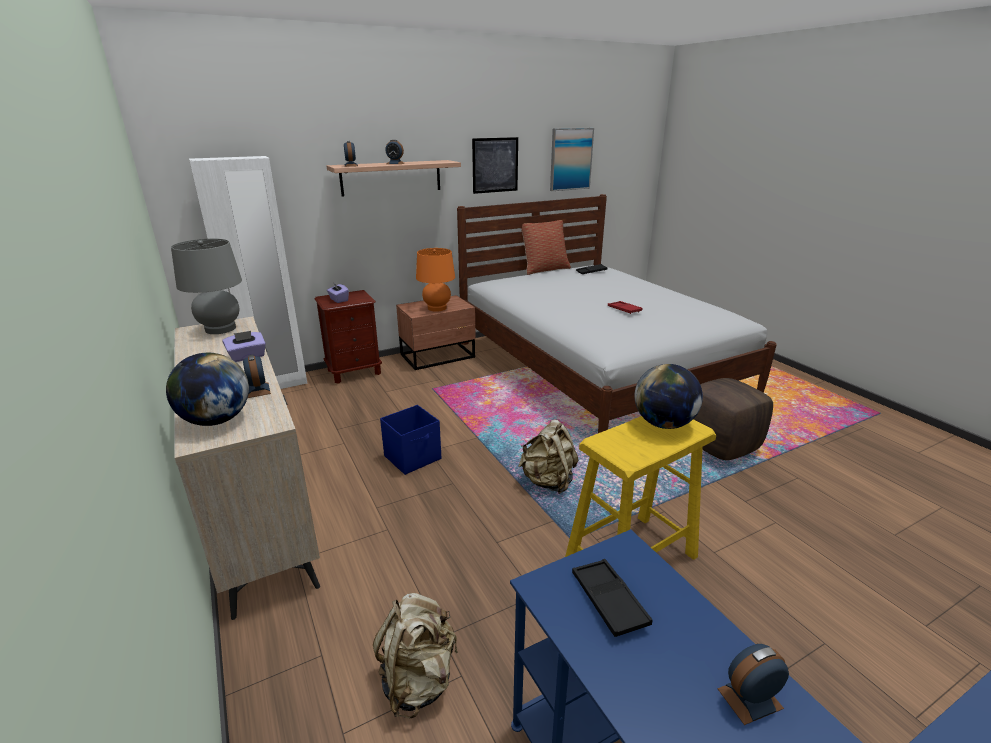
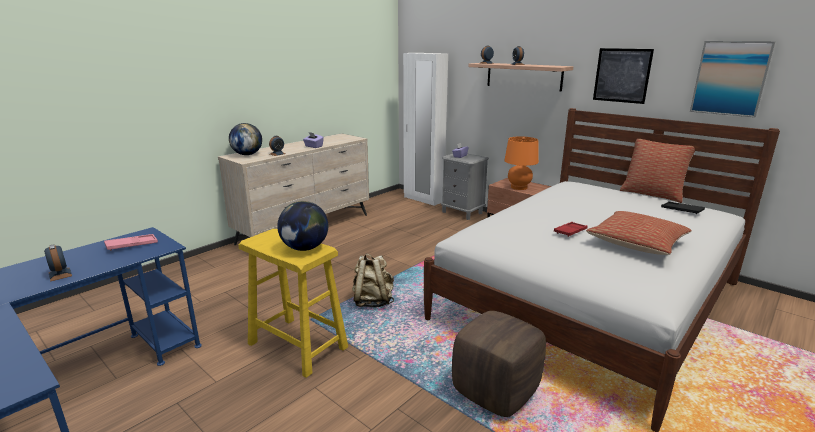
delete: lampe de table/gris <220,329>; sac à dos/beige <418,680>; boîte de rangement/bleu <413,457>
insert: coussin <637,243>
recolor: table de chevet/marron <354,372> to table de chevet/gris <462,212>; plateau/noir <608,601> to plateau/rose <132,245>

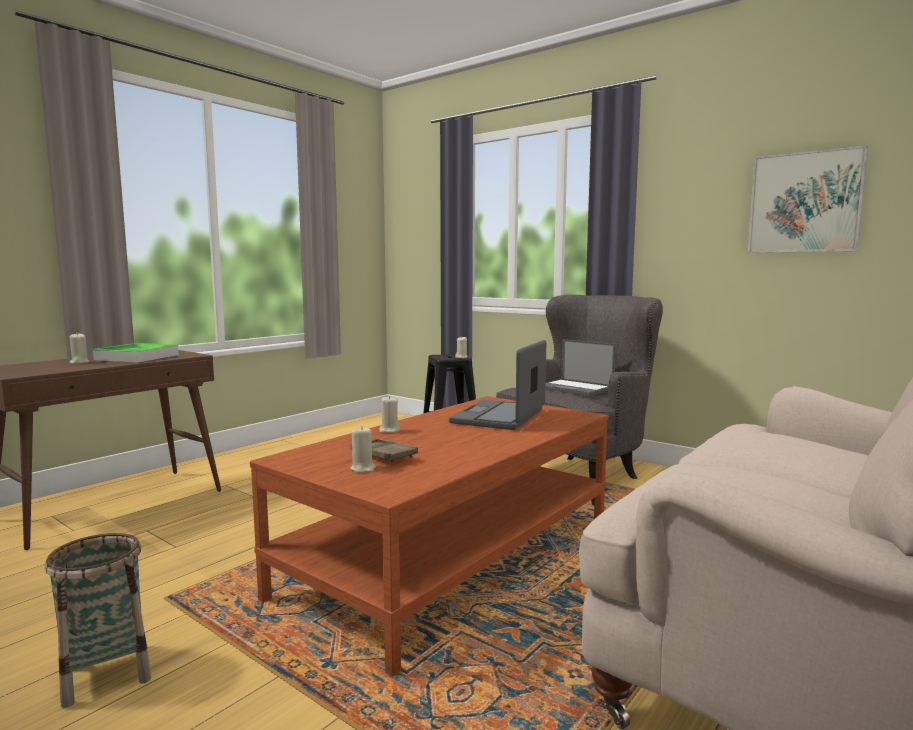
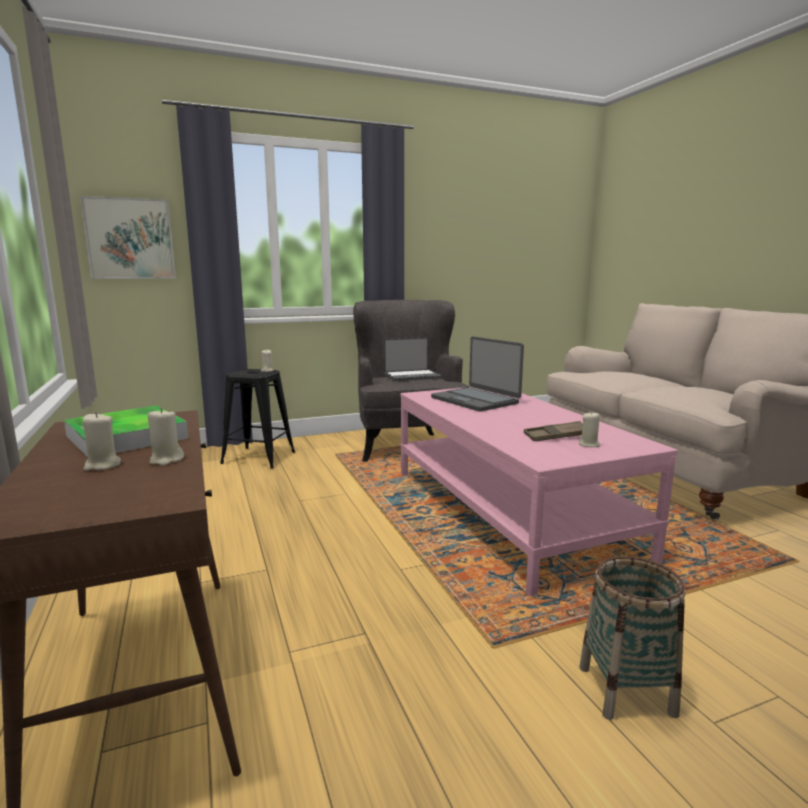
move: bougie/beige <389,430> to <166,460>; tableau <804,202> to <130,239>
recolor: table basse/marron <452,558> to table basse/rose <508,512>

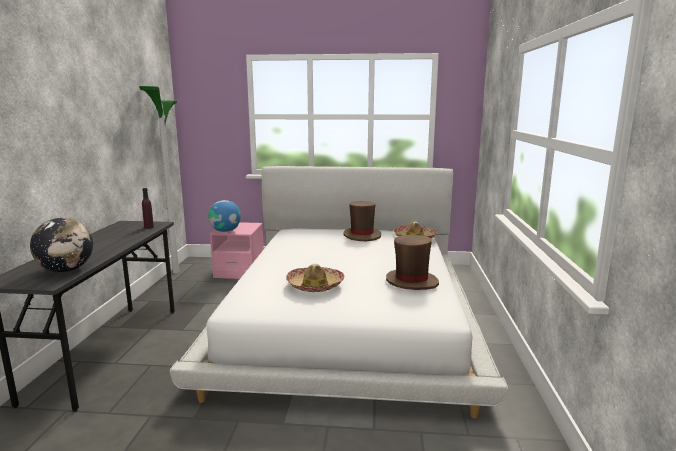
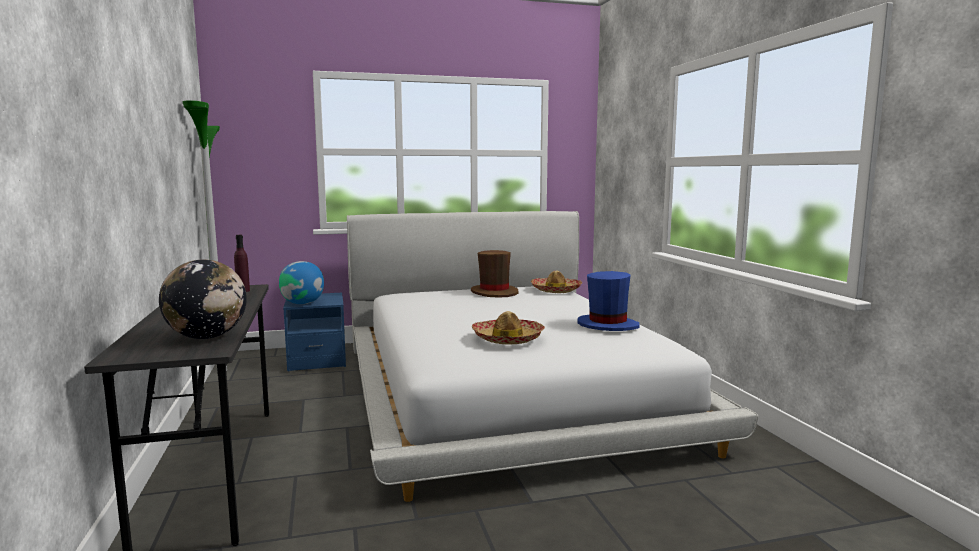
recolor: table de chevet/rose <239,271> to table de chevet/bleu <317,360>; chapeau/marron <411,281> to chapeau/bleu <607,325>

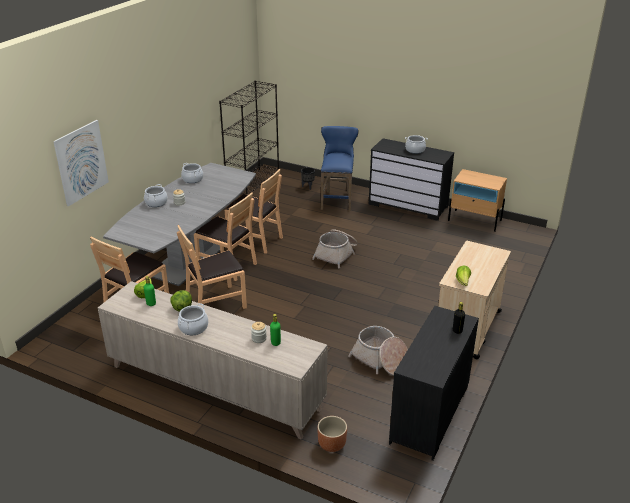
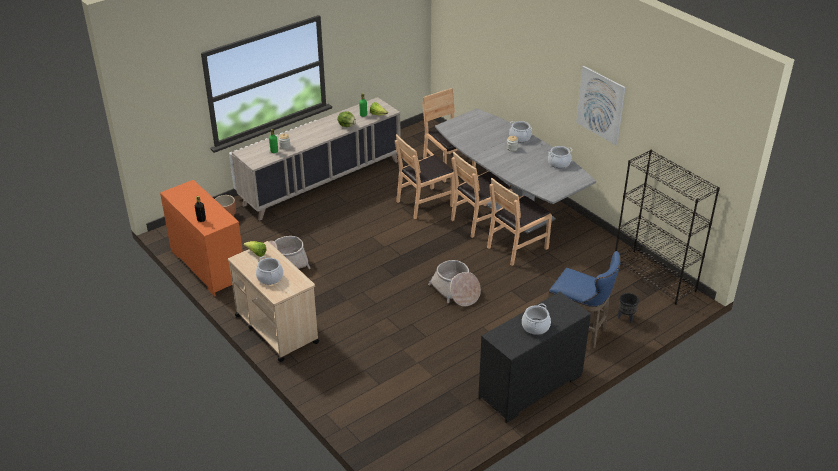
delete: table de chevet/beige <475,220>
move: tableau <81,162> to <600,105>; marmite <193,327> to <270,277>
recolor: commode/noir <430,415> to commode/orange <207,266>
rotate: chaise/marron <215,303> = <424,203> 120 degrees counterclockwise

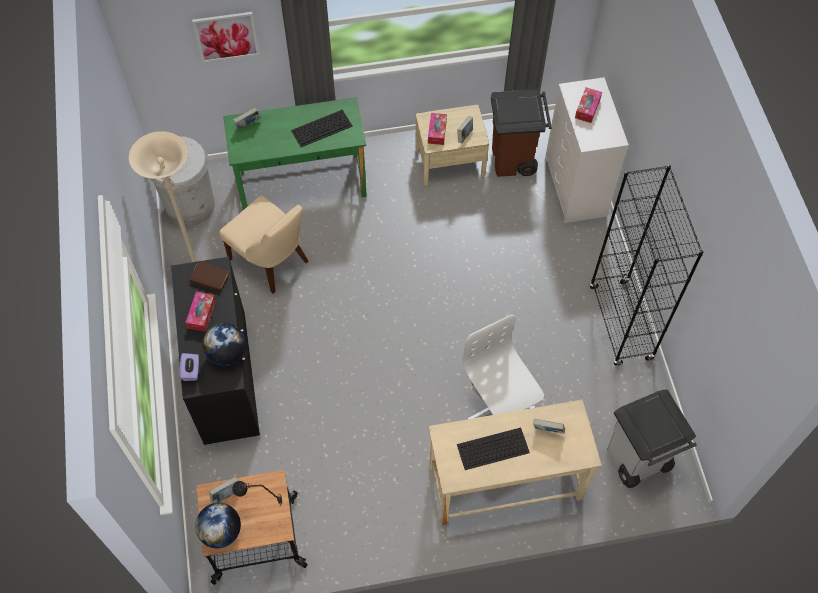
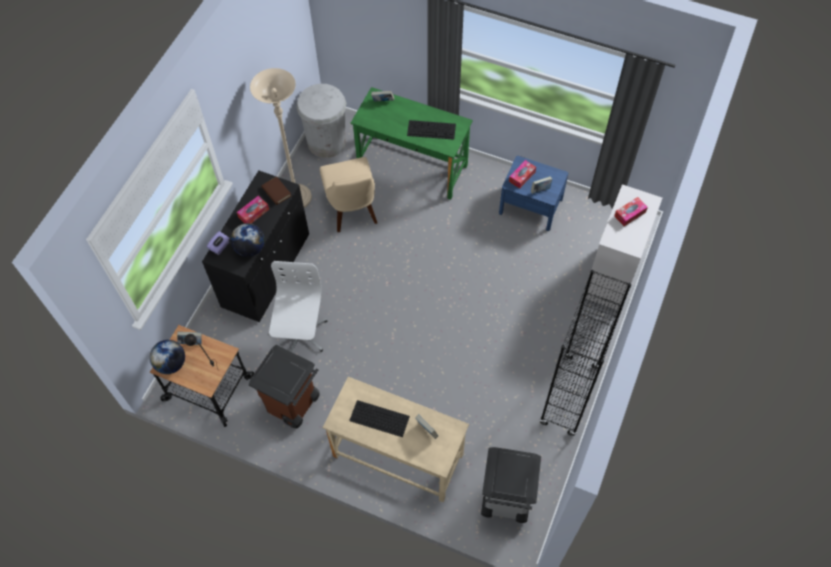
delete: tableau <226,36>
move: chaise de bureau/blanc <498,406> to <300,334>; poubelle/marron <513,160> to <293,405>
recolor: table de chevet/beige <450,161> to table de chevet/bleu <530,206>

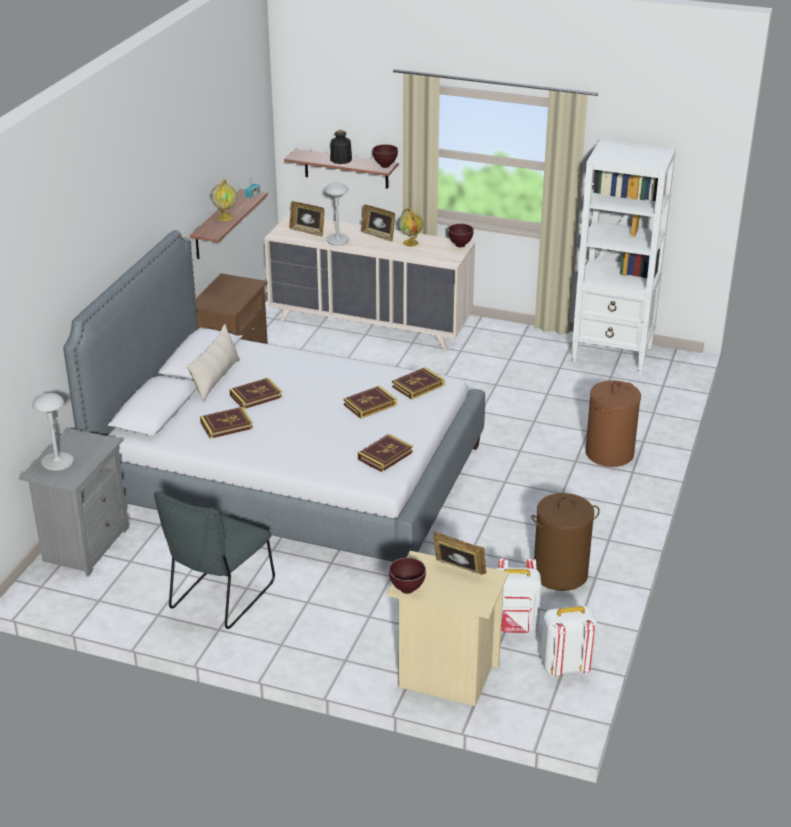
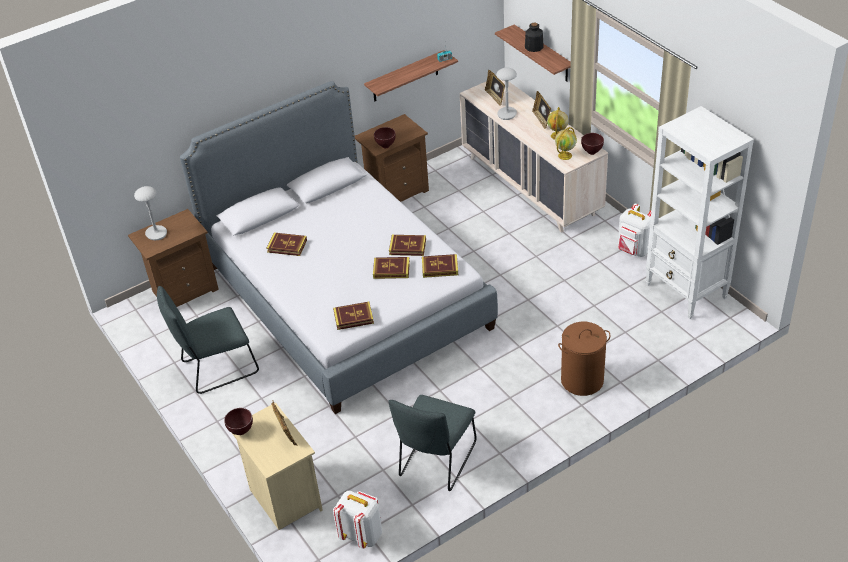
delete: coussin/beige <215,379>
move: globe <225,217> to <565,155>; livre <256,396> to <407,247>; bol/marron <385,166> to <386,146>; sac à dos/blanc <514,627> to <634,250>
replace: panier à linge/marron <559,574> to chaise/gris <436,462>
recolor: table de chevet/gris <84,545> to table de chevet/marron <183,291>

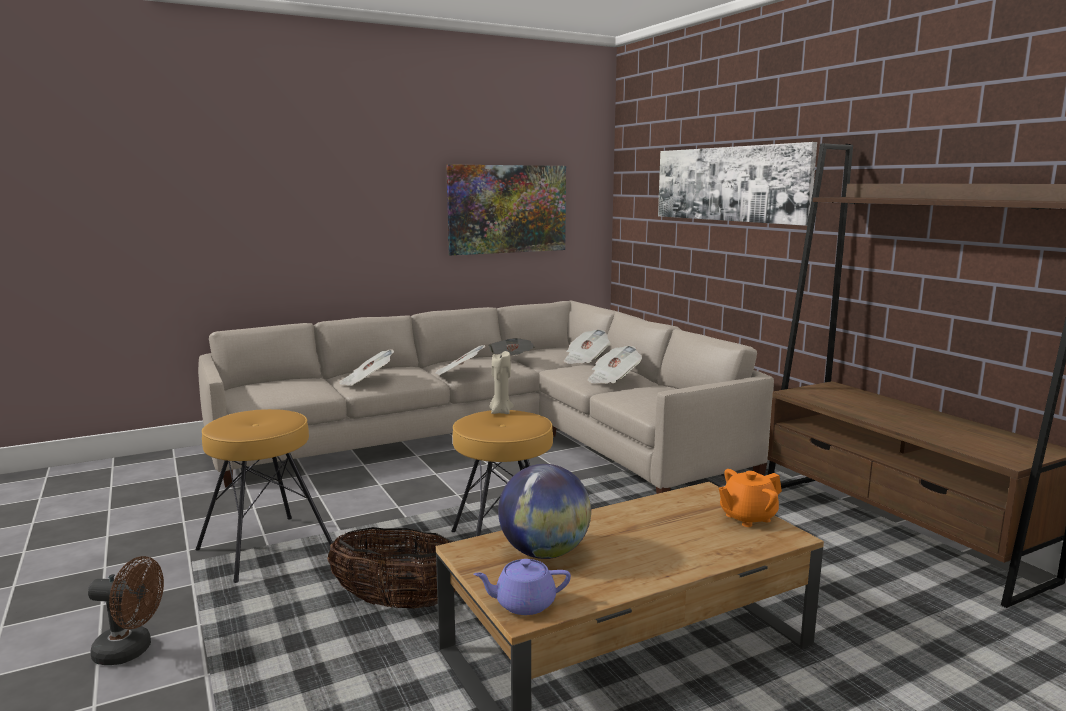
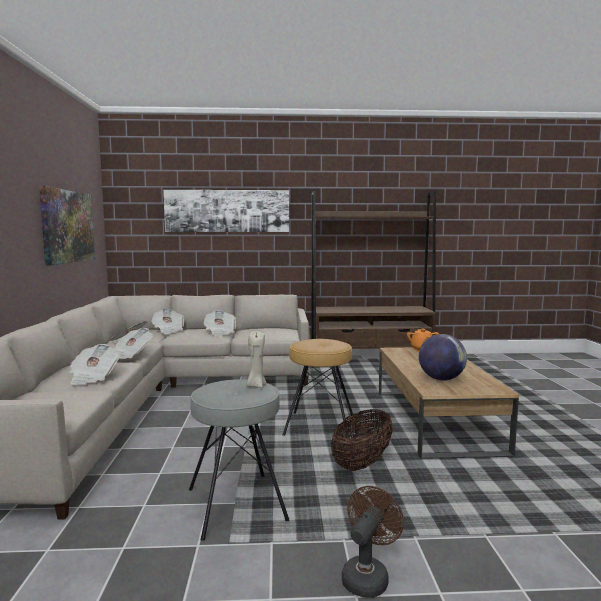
delete: théière/violet <523,603>
move: bougie/beige <500,412> to <256,386>
recolor: tabouret/marron <266,548> to tabouret/gris <237,504>

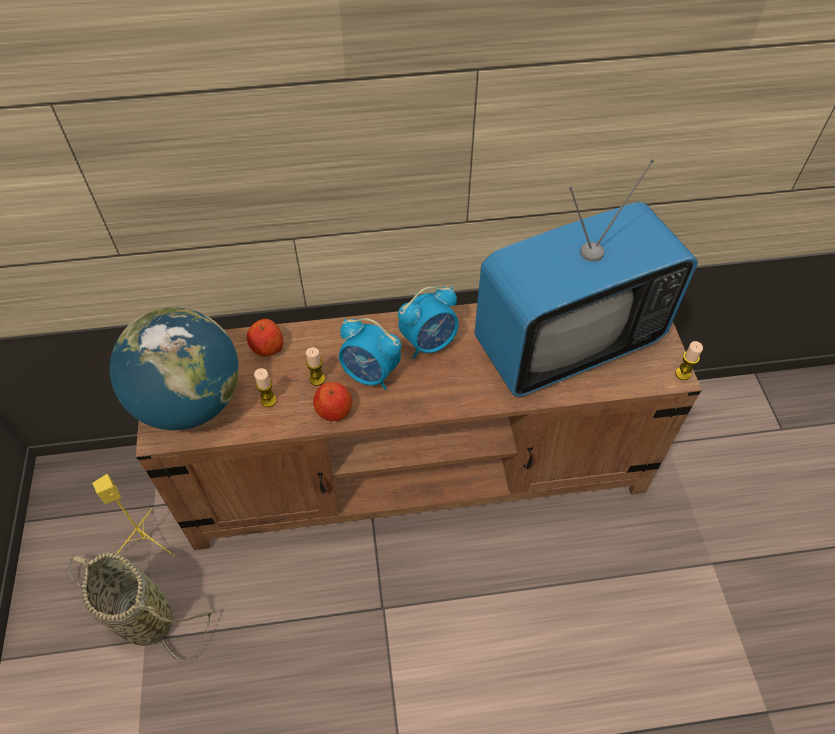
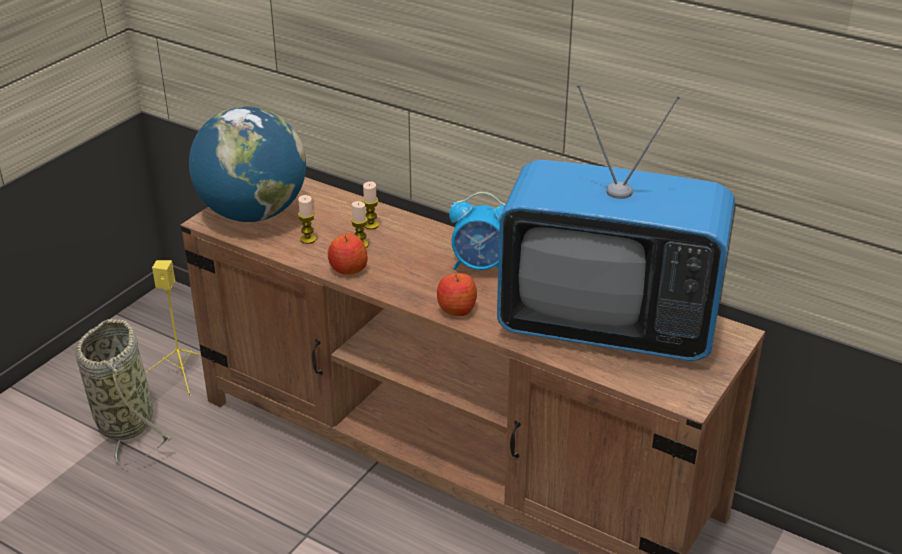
delete: réveil <370,374>
move: pomme <267,347> to <457,309>; bougie <683,374> to <371,225>

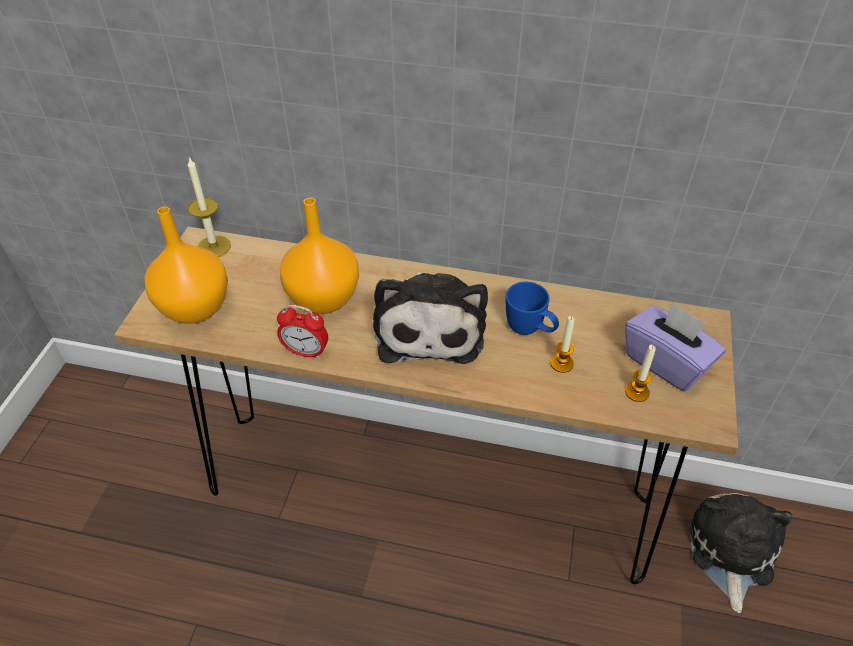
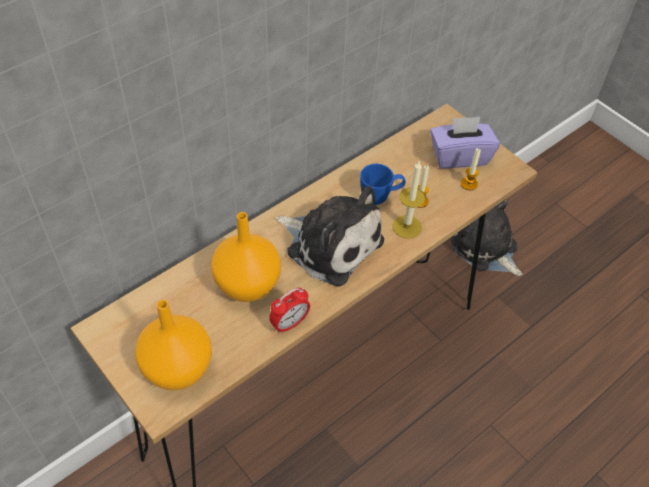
move: bougie <214,247> to <407,226>

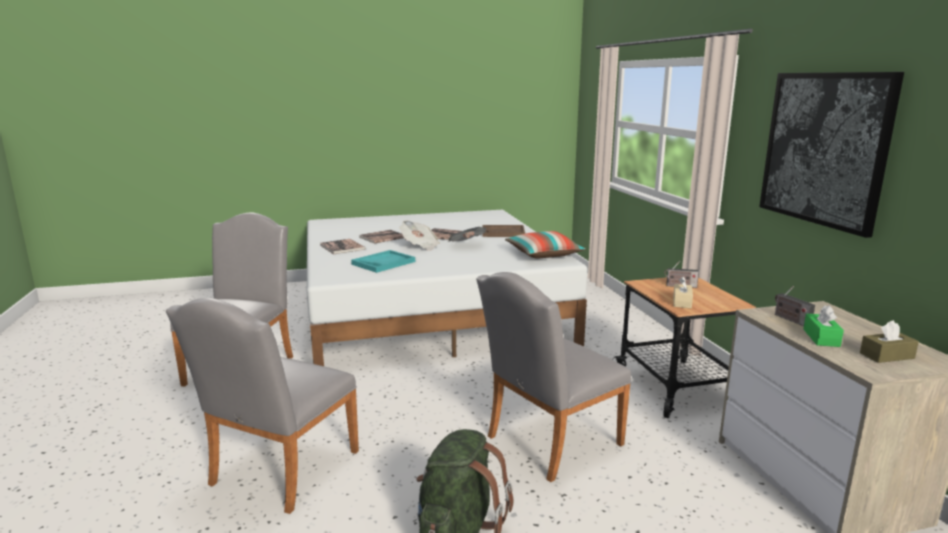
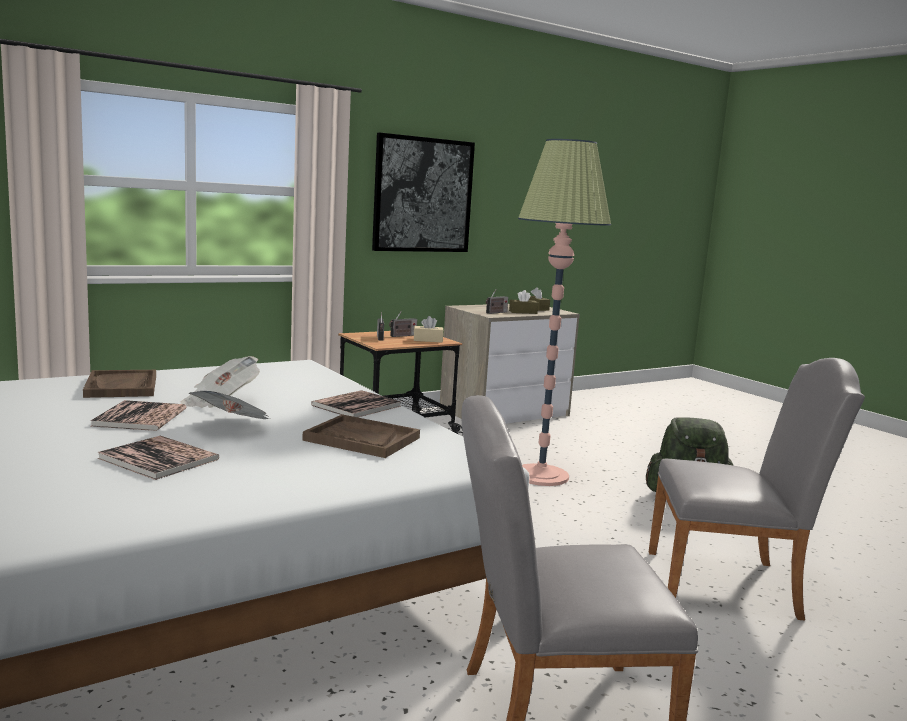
delete: coussin <543,255>
insert: radio <402,336>
move: livre <342,247> to <356,406>
replace: chaise/gris <547,443> to lampadaire <541,475>
recolor: plateau/turquoise <383,263> to plateau/marron <361,439>; boîte à mouchoirs/vert <821,338> to boîte à mouchoirs/marron <523,312>

